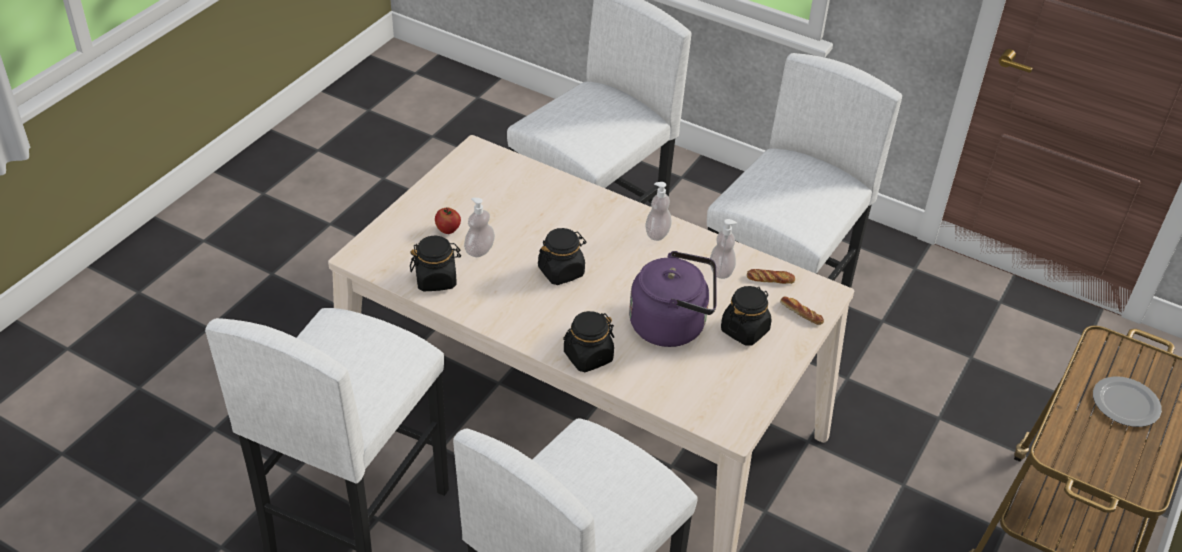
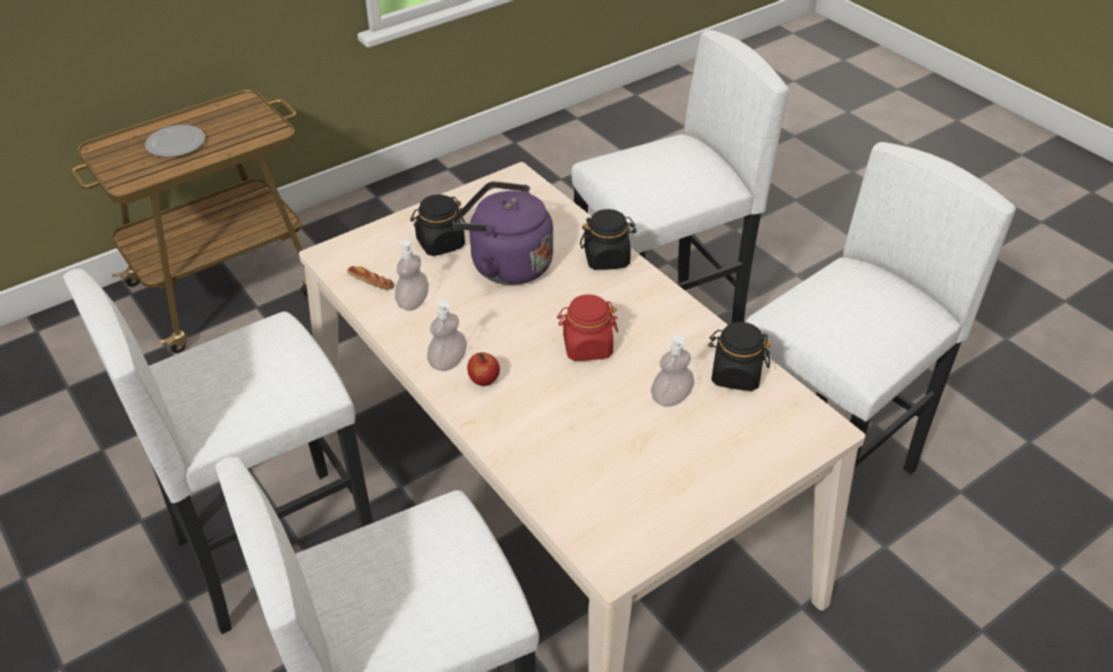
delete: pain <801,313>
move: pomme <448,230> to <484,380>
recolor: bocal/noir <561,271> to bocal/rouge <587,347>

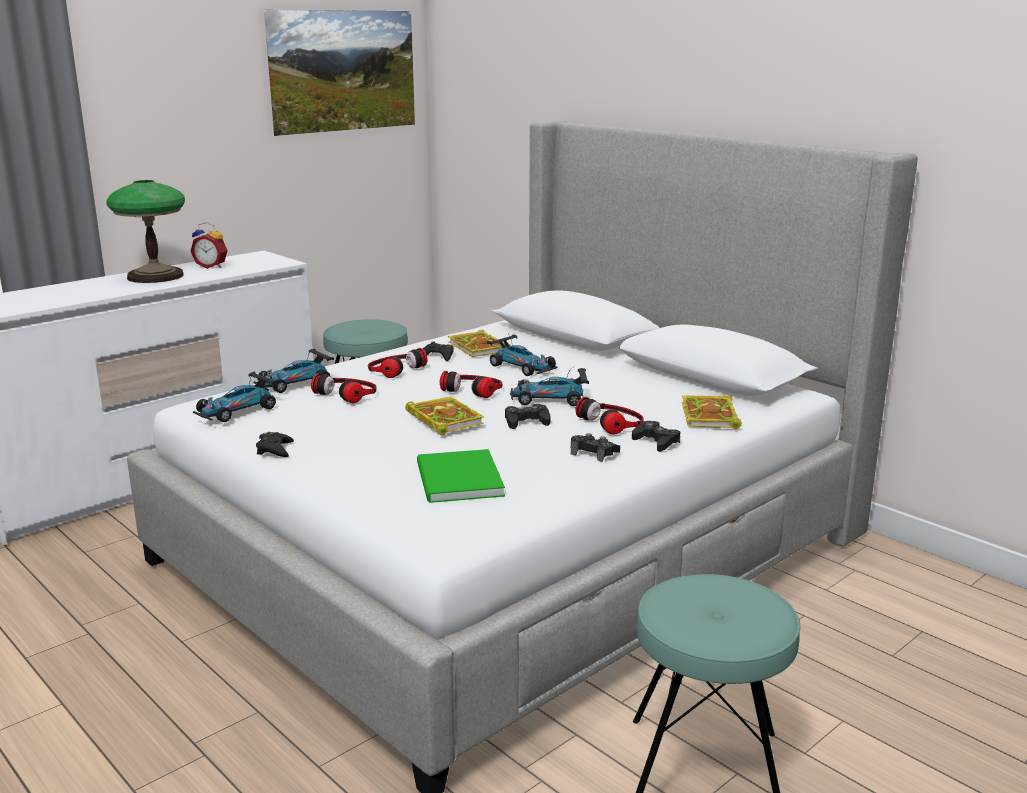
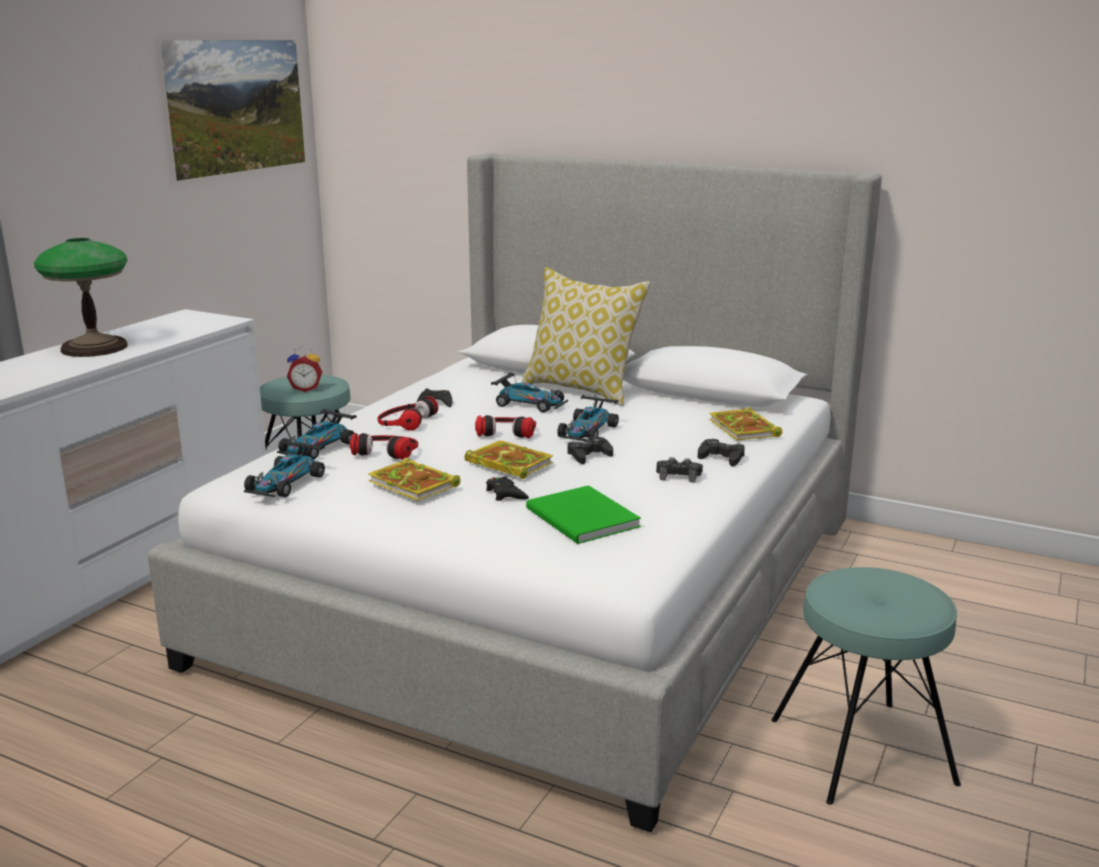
delete: casque audio <613,422>
insert: coussin <582,390>
move: réveil <212,266> to <306,389>; manette/noir <275,449> to <505,494>; livre <479,348> to <415,484>
rotate: petite voiture <549,398> = <587,431> 45 degrees counterclockwise

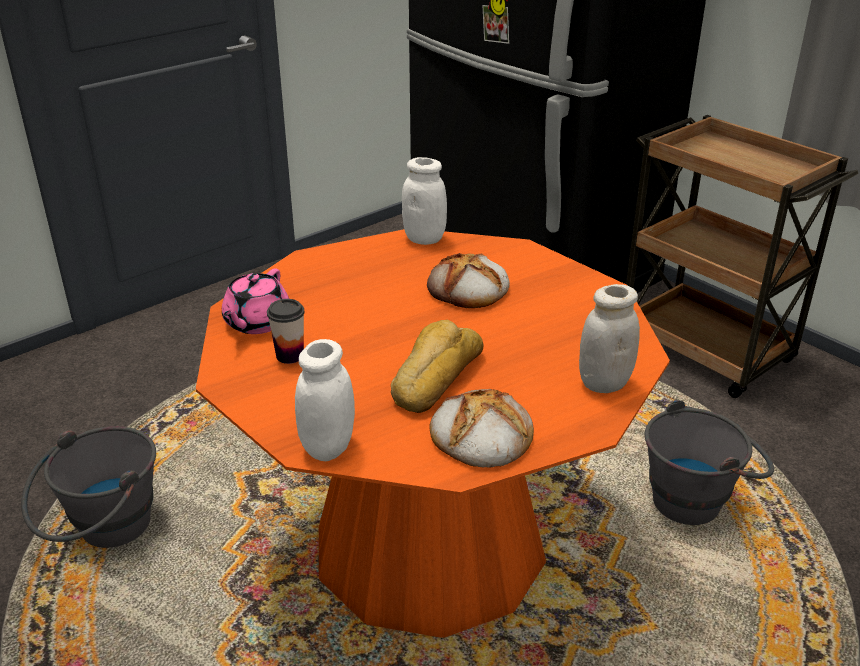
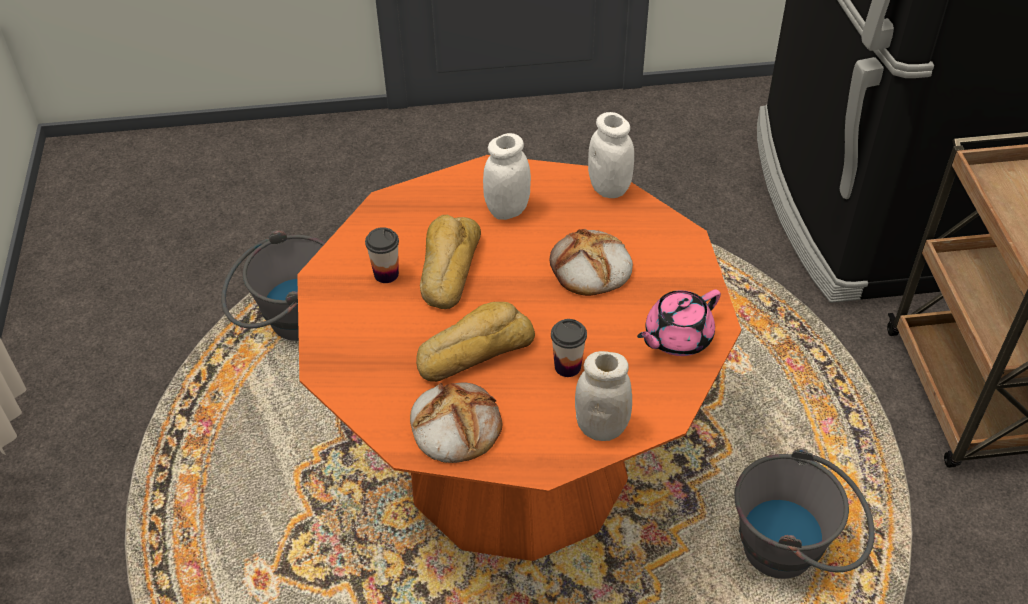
insert: pain <447,268>; tasse <567,366>
move: théière/rose <256,323> to <677,337>; bocal/blanc <328,447> to <507,210>

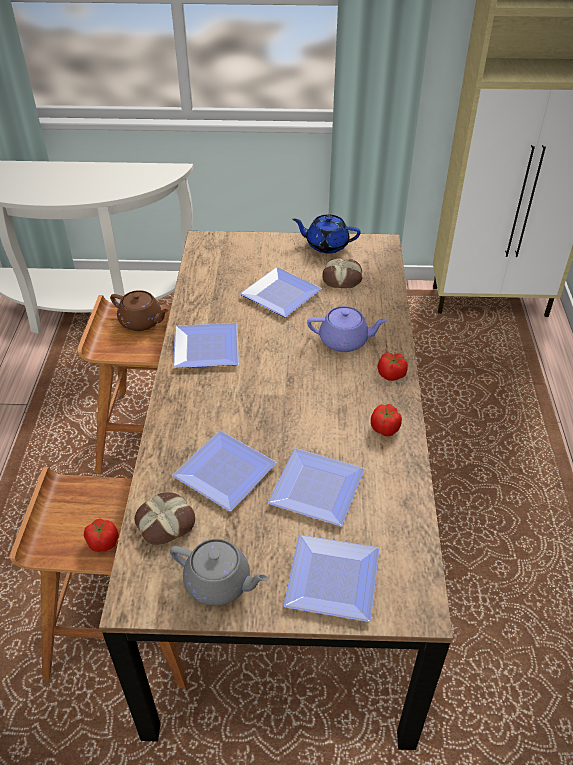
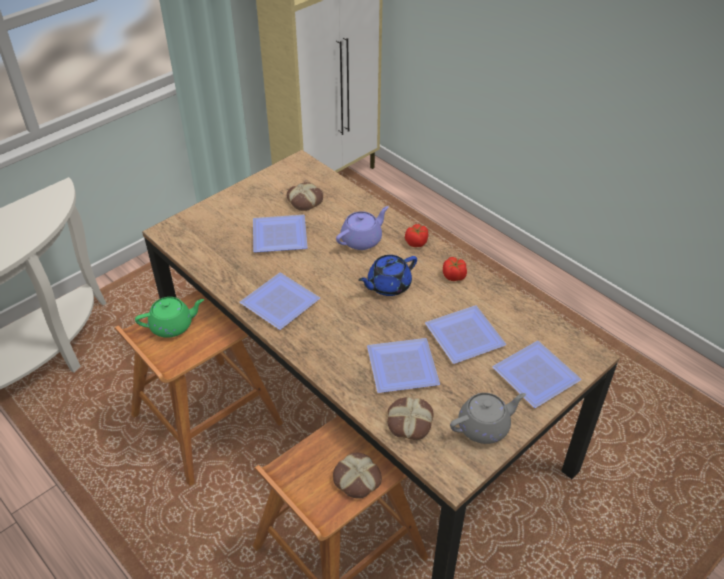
move: théière/bleu <326,245> to <388,285>
replace: tomate <103,542> to pain <356,479>
recolor: théière/marron <142,322> to théière/vert <173,326>

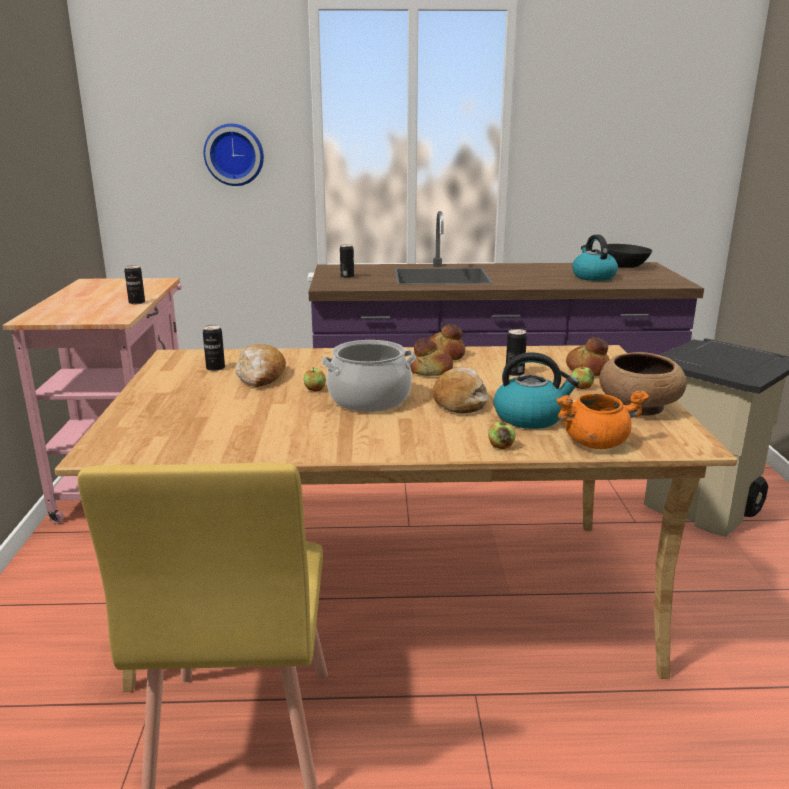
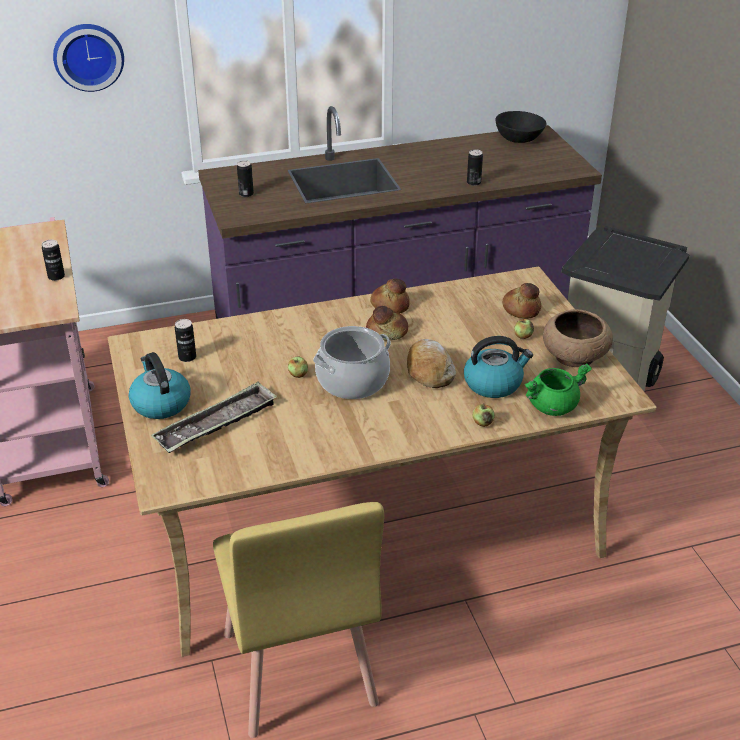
delete: pain <261,375>
insert: plateau <216,424>
move: boîte métallique <514,373> to <473,182>; bouilloire <593,277> to <160,403>
recolor: marmite/orange <595,442> to marmite/vert <552,406>

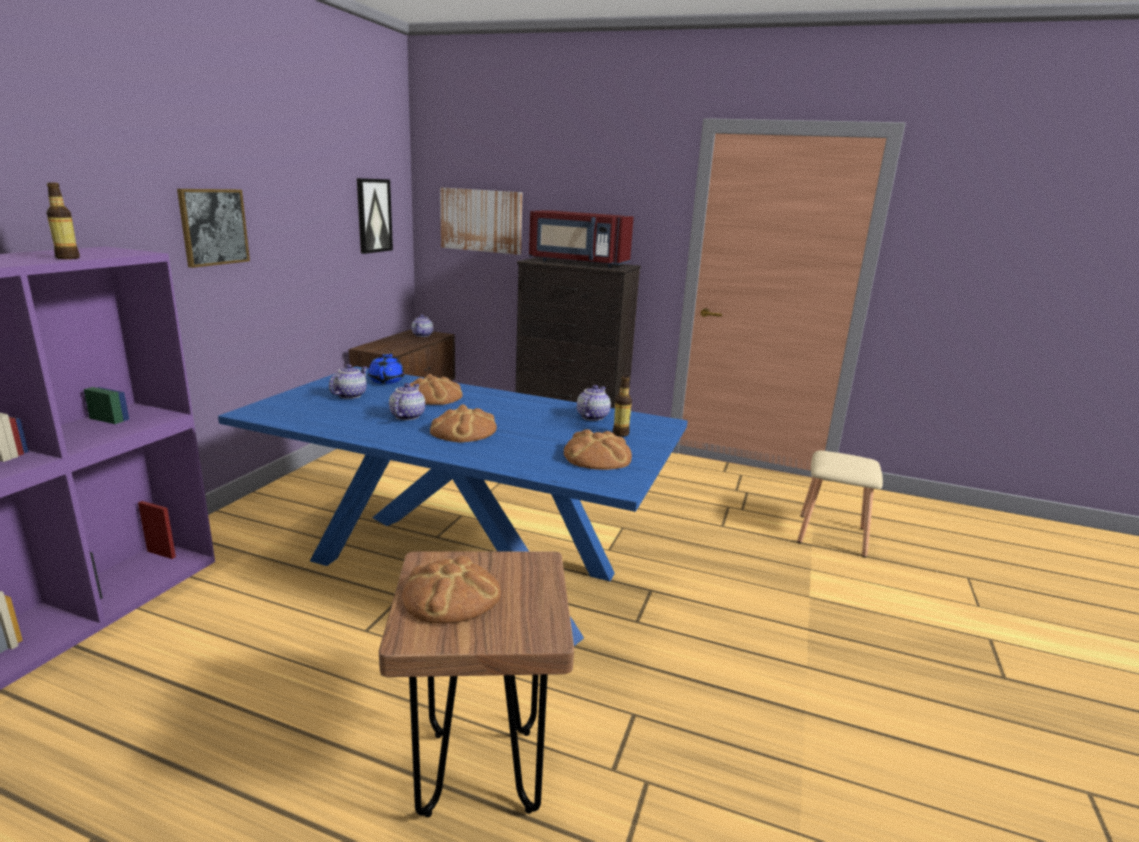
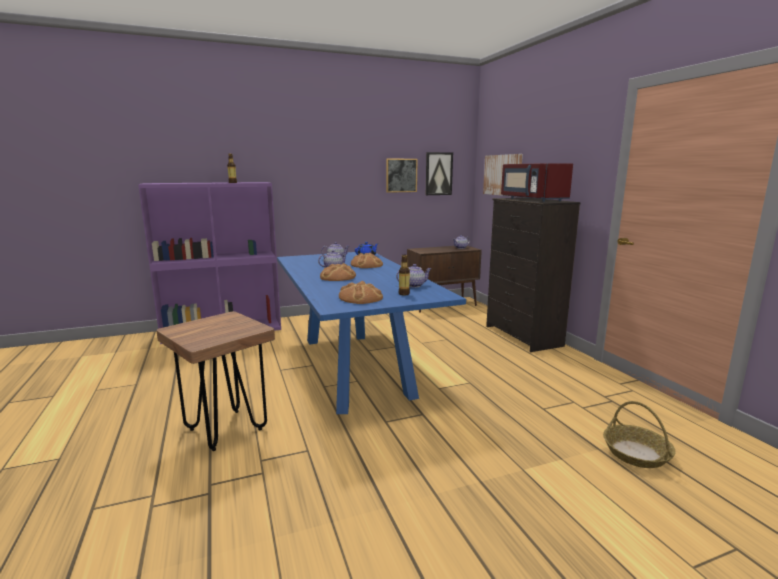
delete: pain <451,595>
move: tableau <213,227> to <401,175>
replace: tabouret/beige <833,535> to panier <636,453>

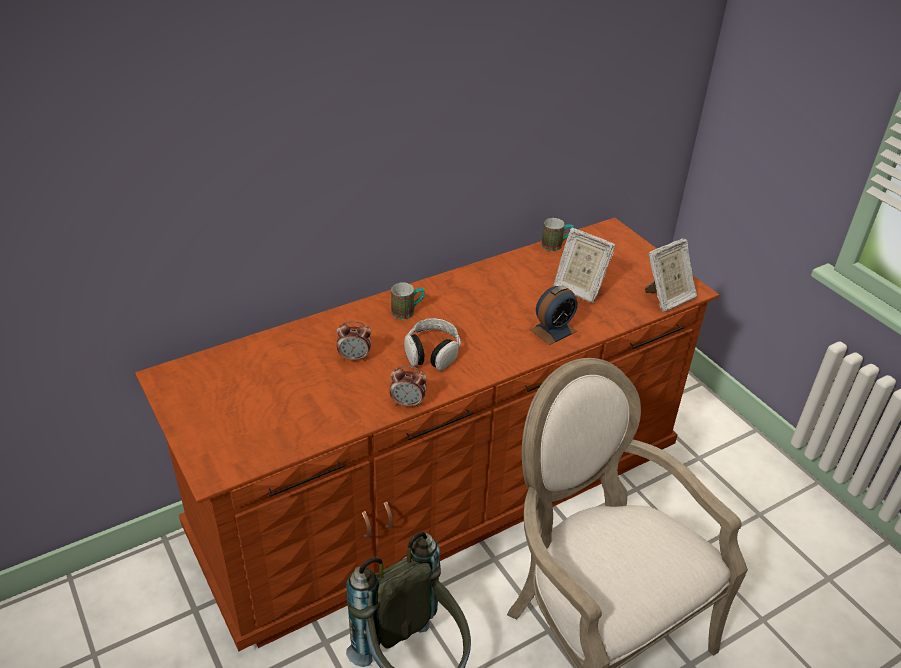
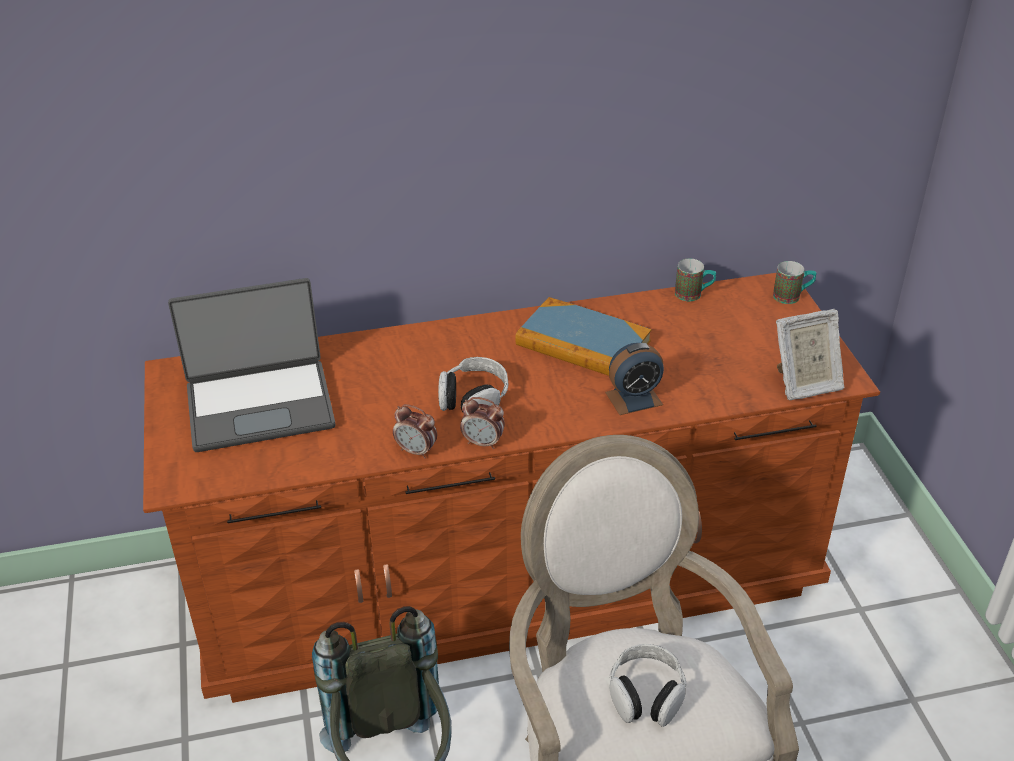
delete: cadre photo <578,288>
insert: ordinateur portable <260,405>; livre <582,343>; casque audio <646,694>
move: réveil <354,357> to <483,443>; mug <408,312> to <792,296>

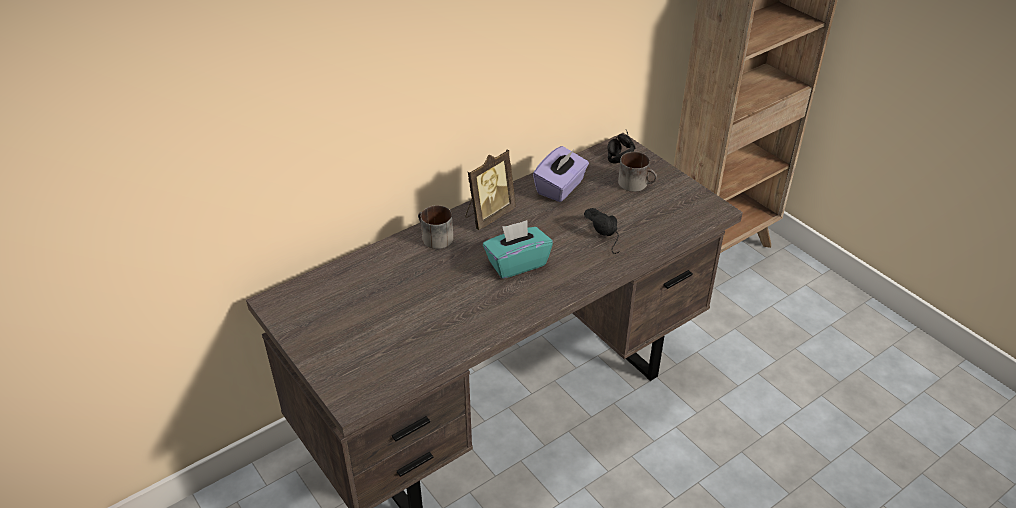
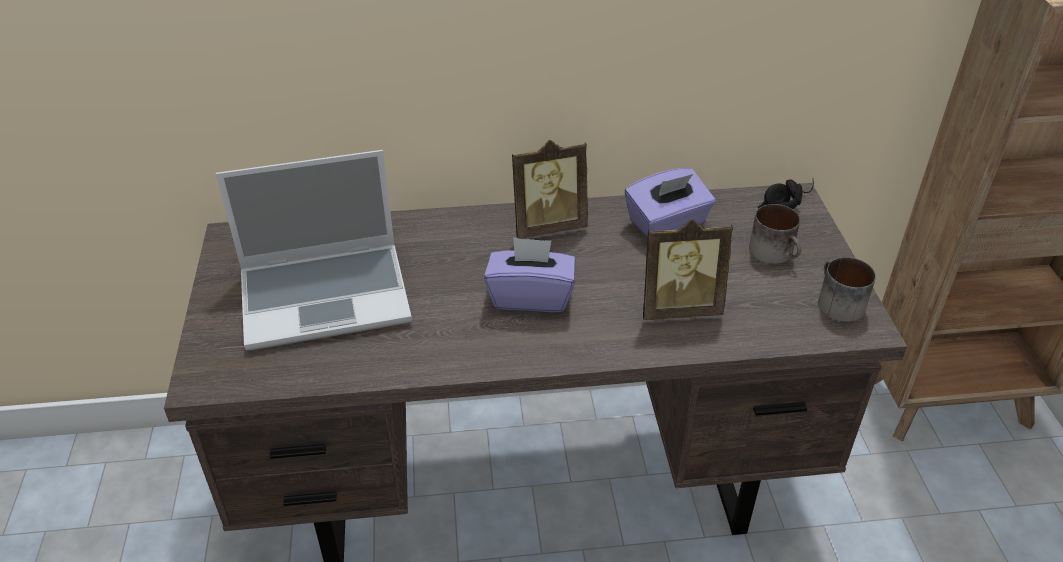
insert: ordinateur portable <327,296>
move: mug <433,237> to <835,302>
replace: casque audio/noir <608,237> to cadre photo <678,308>
recolor: boîte à mouchoirs/turquoise <517,263> to boîte à mouchoirs/violet <531,296>

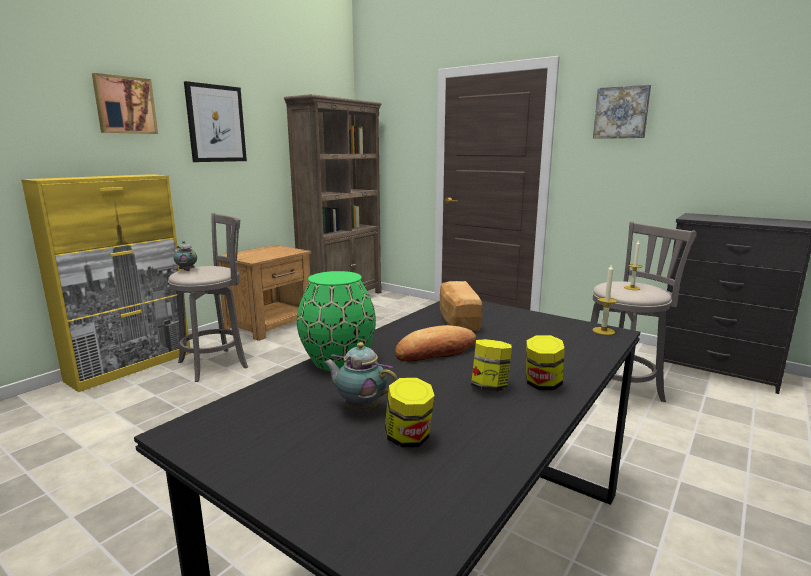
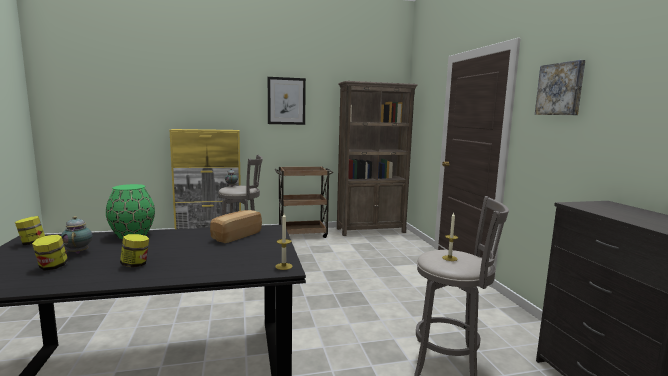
delete: tableau <125,105>; pain <436,351>
move: bocal <542,384> to <32,243>
replace: table de chevet/marron <271,324> to chariot/marron <302,234>

